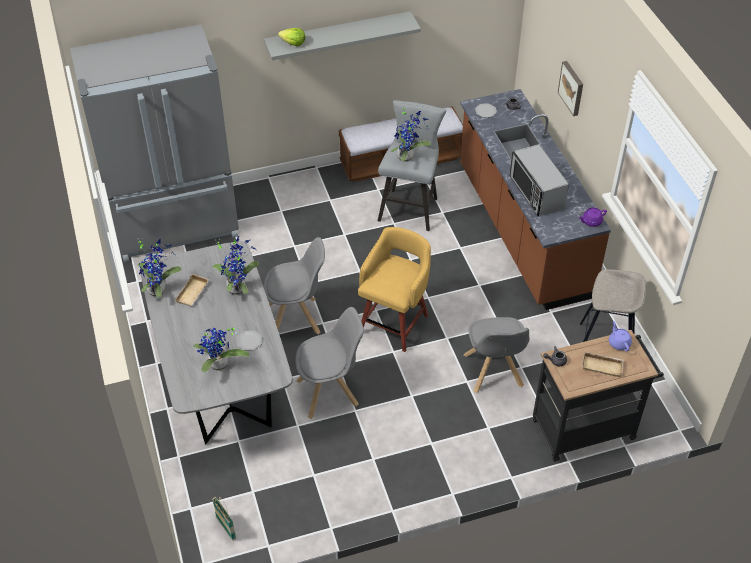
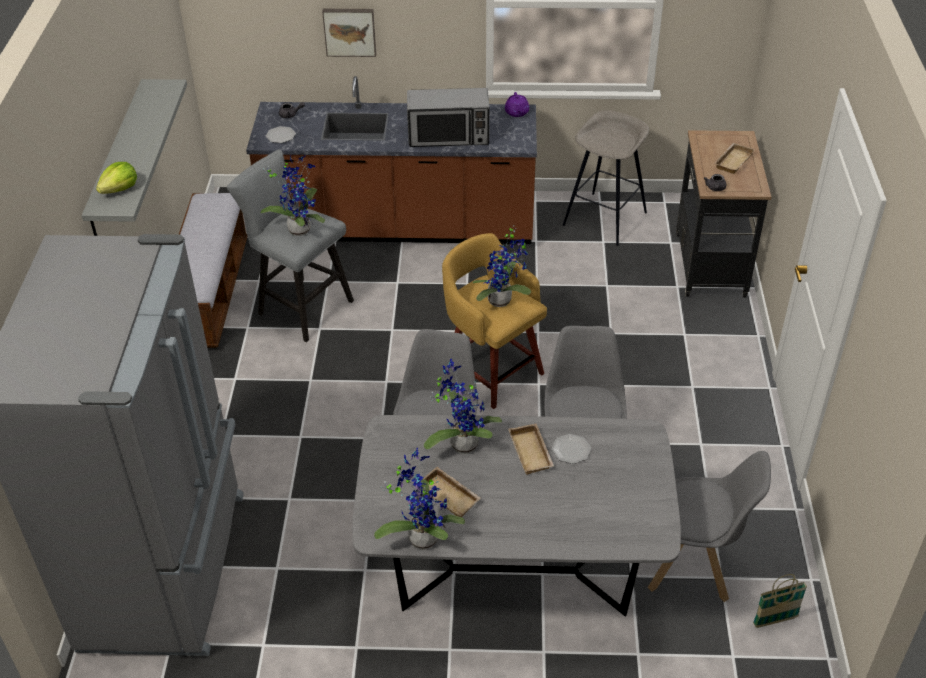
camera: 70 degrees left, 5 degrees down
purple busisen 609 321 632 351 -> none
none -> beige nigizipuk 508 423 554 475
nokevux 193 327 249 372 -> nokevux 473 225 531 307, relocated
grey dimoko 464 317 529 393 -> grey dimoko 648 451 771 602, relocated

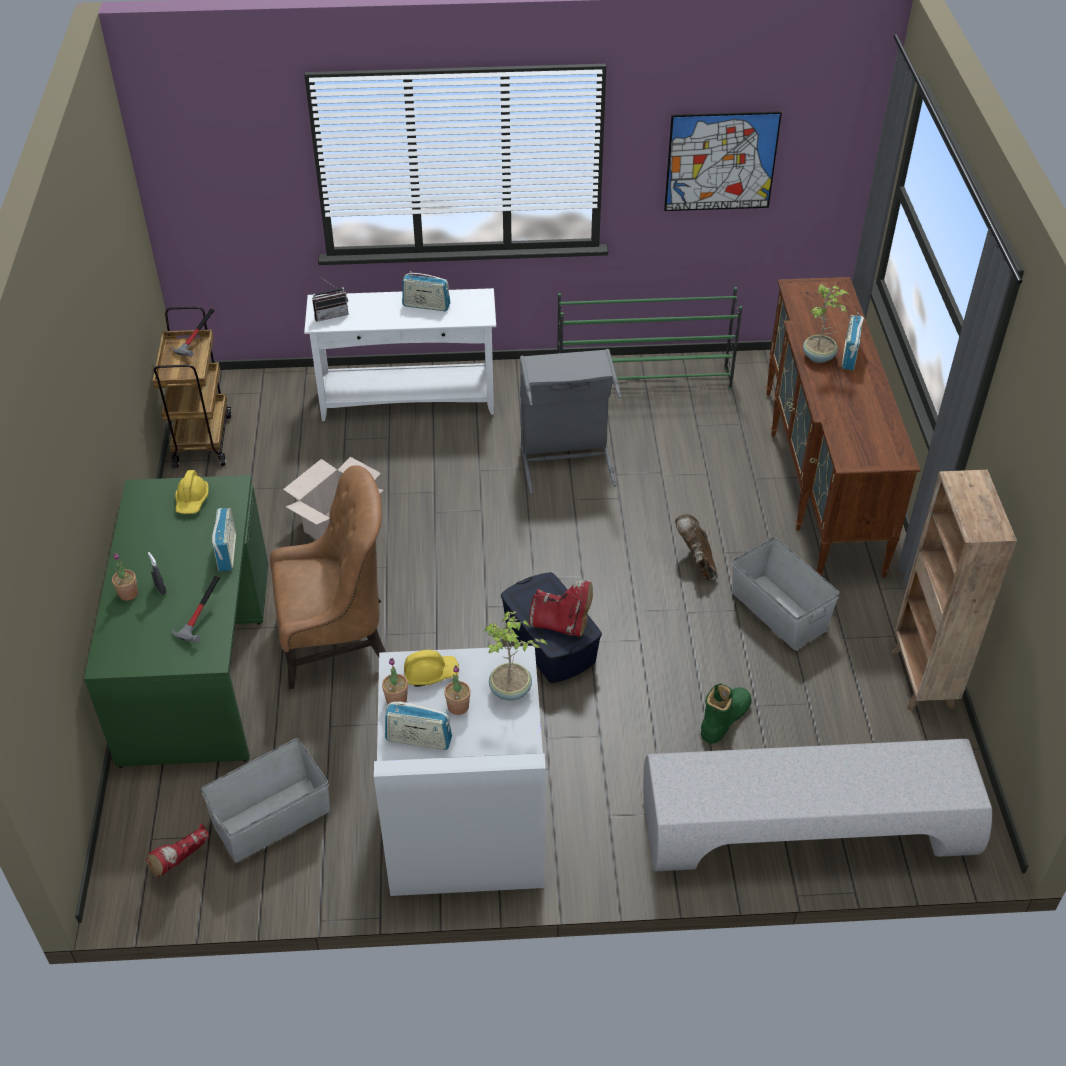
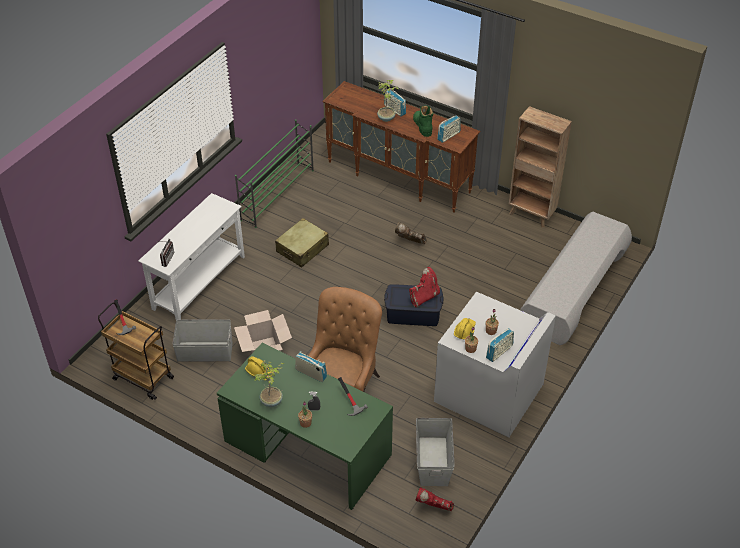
camera: 55 degrees left, 0 degrees up
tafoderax 664 111 782 211 -> none
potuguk 402 271 450 311 -> potuguk 437 116 461 143, relocated
nokevux 484 611 548 701 -> nokevux 255 360 284 407, relocated
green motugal 701 683 752 744 -> green motugal 413 106 433 137, relocated
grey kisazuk 732 537 840 650 -> grey kisazuk 172 319 233 362, relocated
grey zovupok 520 349 621 494 -> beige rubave 275 218 329 268
red motugal 145 824 209 877 -> red motugal 416 487 454 511, 120 degrees clockwise

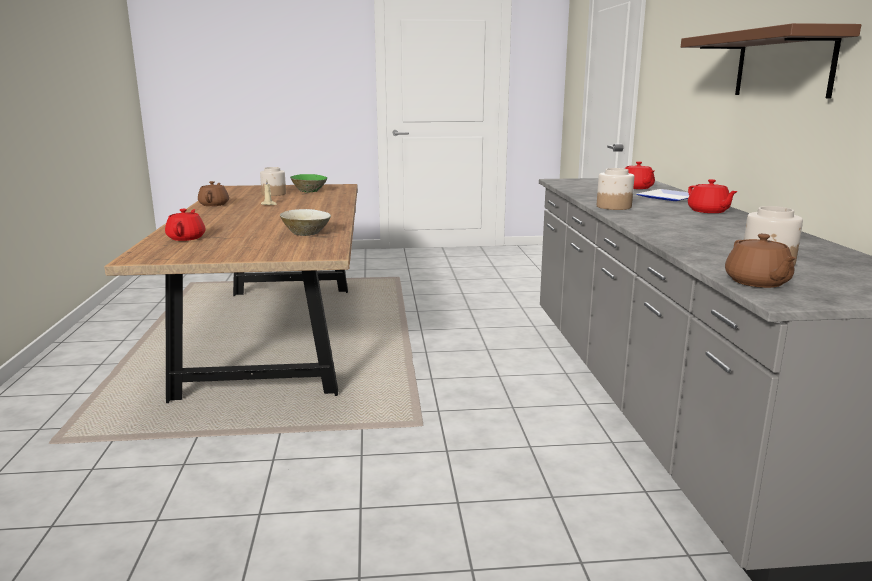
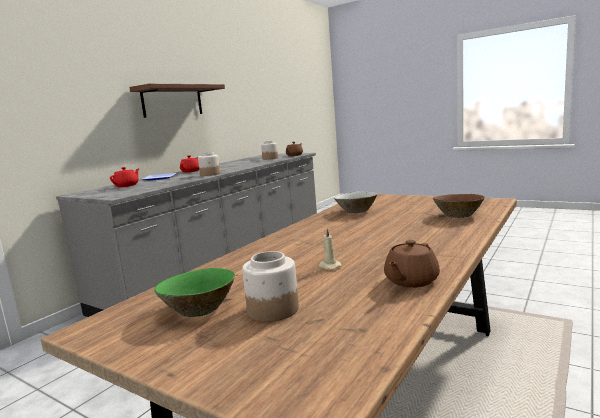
camera: 140 degrees left, 5 degrees down
red busisen 165 209 206 241 -> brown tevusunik 433 194 485 218

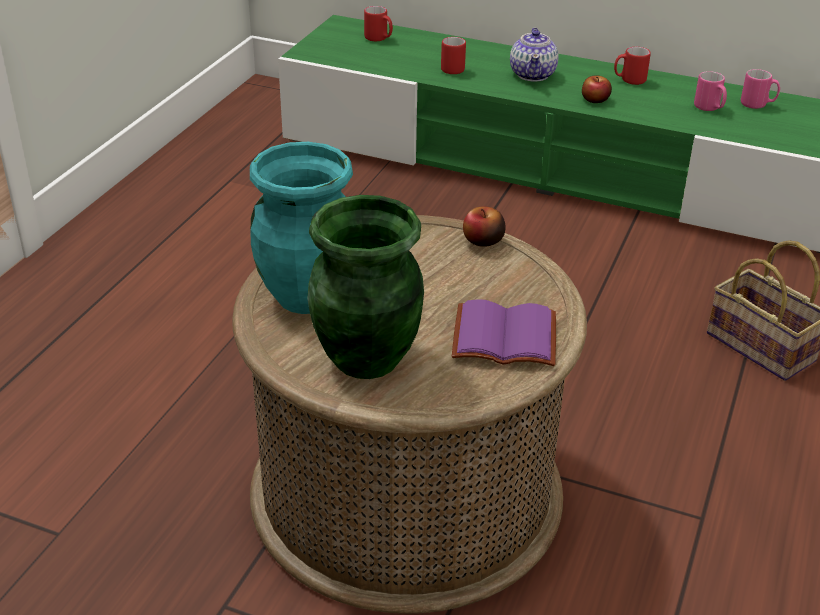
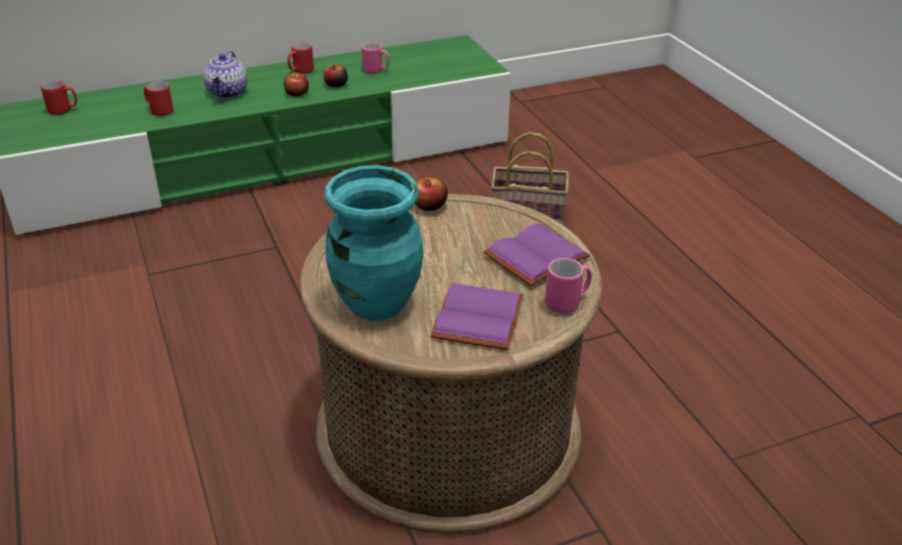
camera: 45 degrees left, 0 degrees up
none -> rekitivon 323 65 348 87
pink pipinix 741 69 780 109 -> pink pipinix 545 258 592 313, relocated
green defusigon 307 195 424 379 -> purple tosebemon 431 283 524 350
busisen 510 27 559 81 -> busisen 203 51 247 99, 45 degrees clockwise

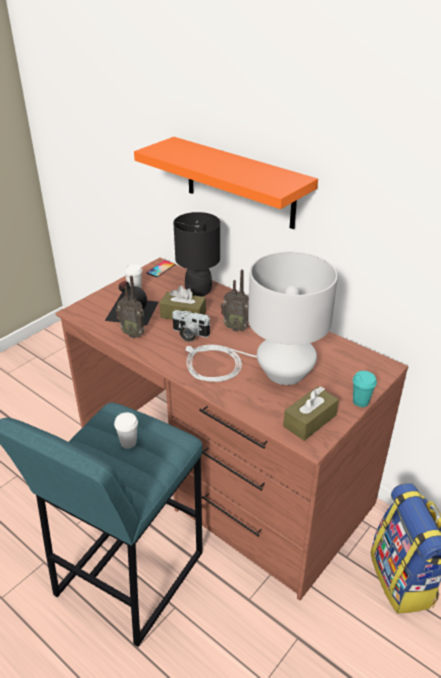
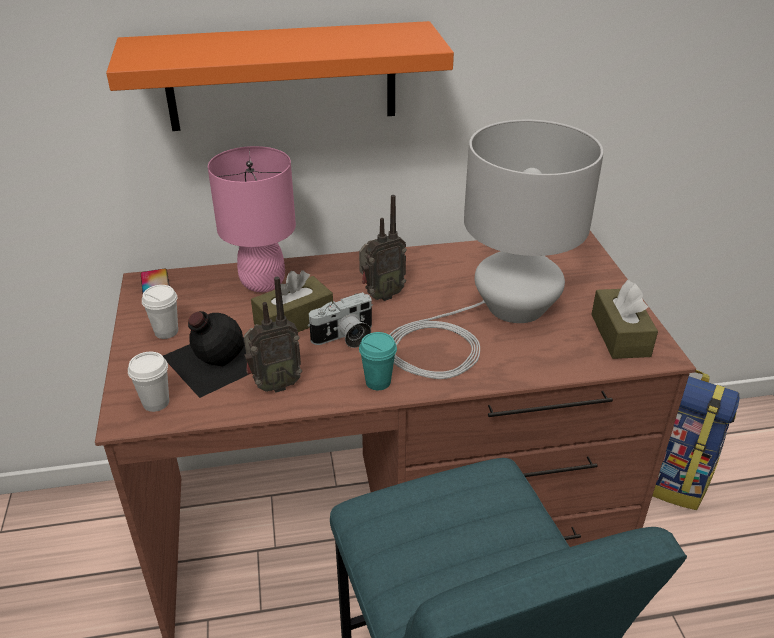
camera: 50 degrees left, 0 degrees up
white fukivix 114 412 138 449 -> white fukivix 128 352 169 412, relocated
turquoise fukivix 353 371 377 407 -> turquoise fukivix 359 332 397 390, relocated
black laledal 173 212 220 297 -> pink laledal 208 146 296 293

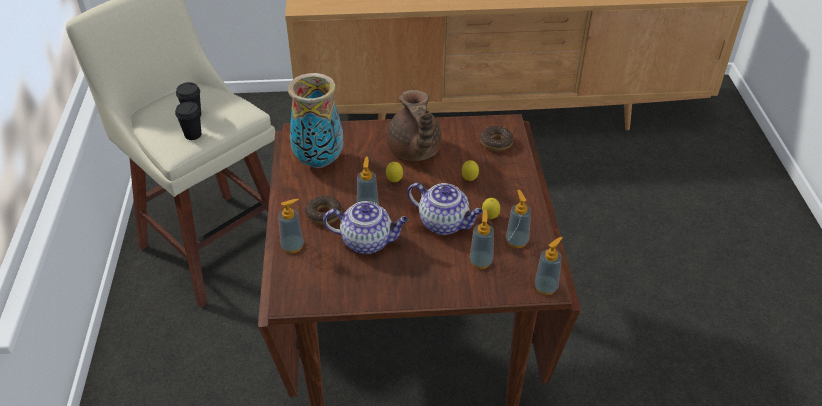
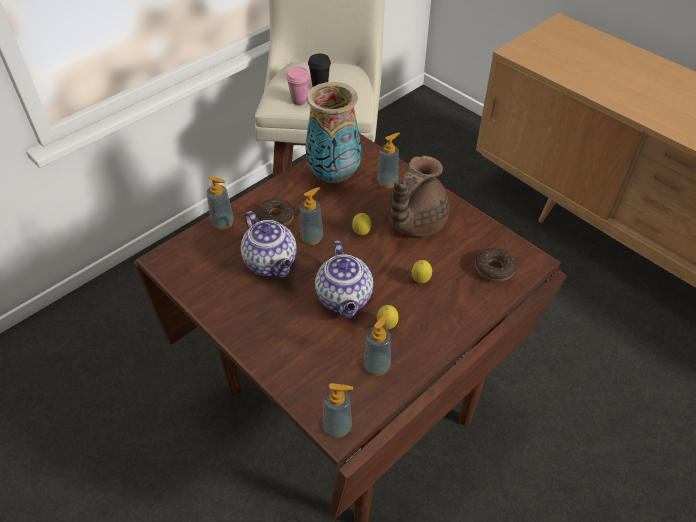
camera: 50 degrees right, 5 degrees up
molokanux 469 209 494 269 -> molokanux 377 133 400 188, relocated
black fukivix 175 101 201 140 -> pink fukivix 286 67 310 105

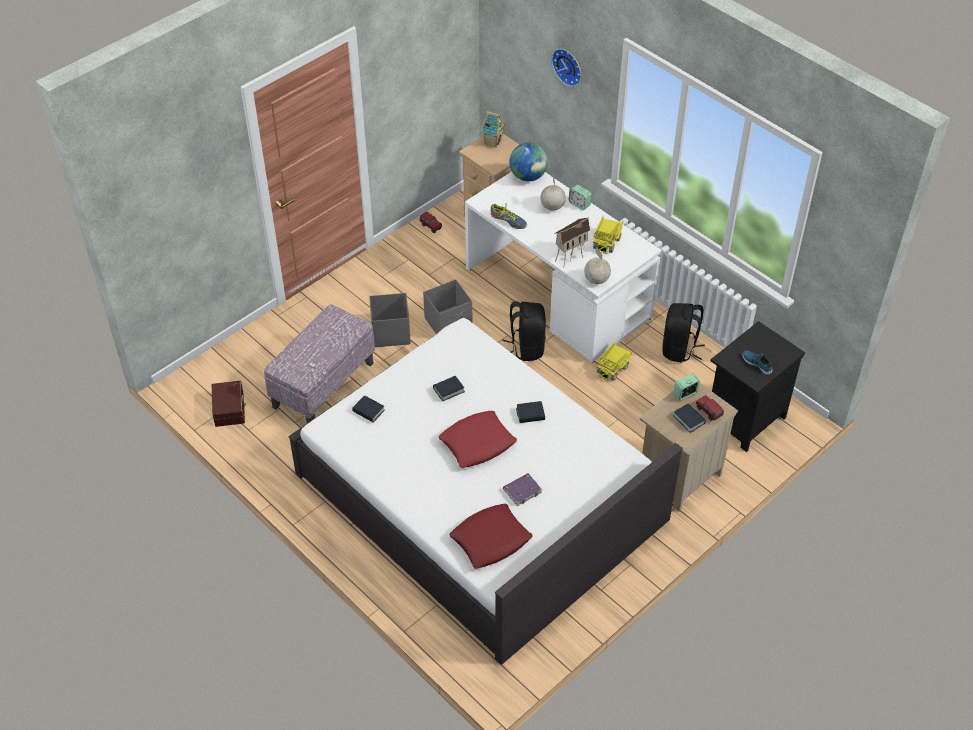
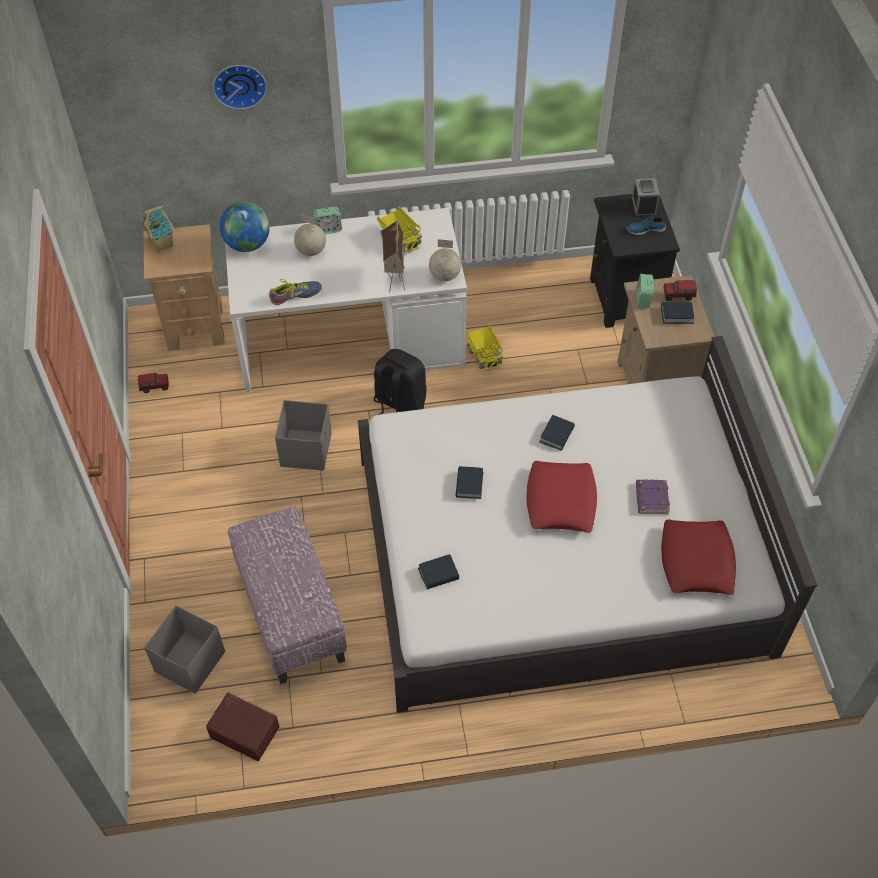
camera: 55 degrees left, 5 degrees up
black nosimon 662 303 705 363 -> none
none -> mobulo 631 178 660 217
grey kisazuk 369 293 411 347 -> grey kisazuk 144 605 225 694, relocated

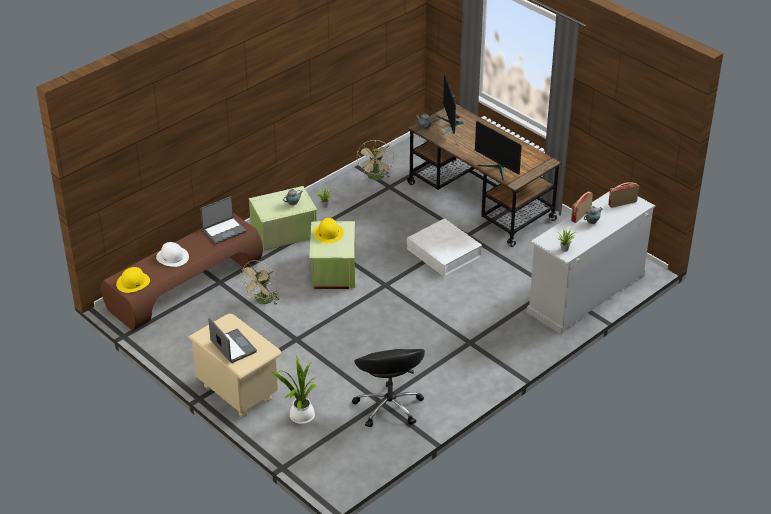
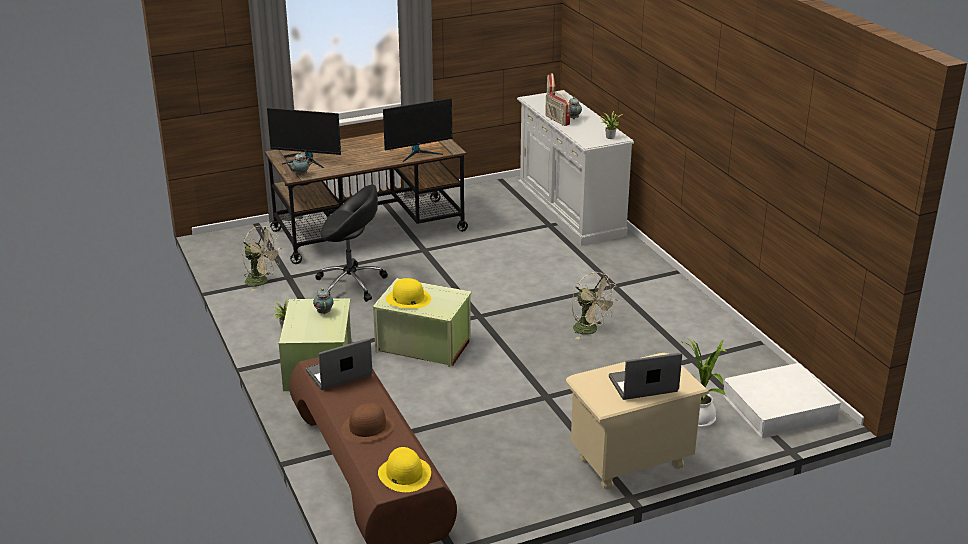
camera: 70 degrees left, 10 degrees down
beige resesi 239 260 280 305 -> beige resesi 572 272 618 340, relocated
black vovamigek 352 349 425 427 -> black vovamigek 315 184 388 302, relocated
white kisazuk 407 218 482 276 -> white kisazuk 723 363 841 439, relocated
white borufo 156 242 189 267 -> brown borufo 341 403 394 443
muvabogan 200 196 246 244 -> muvabogan 306 338 372 390, 105 degrees counterclockwise

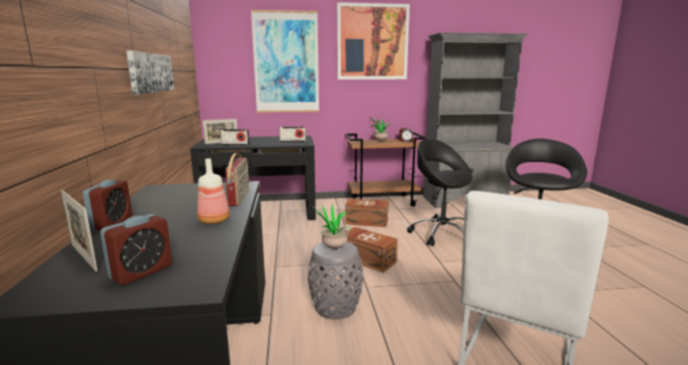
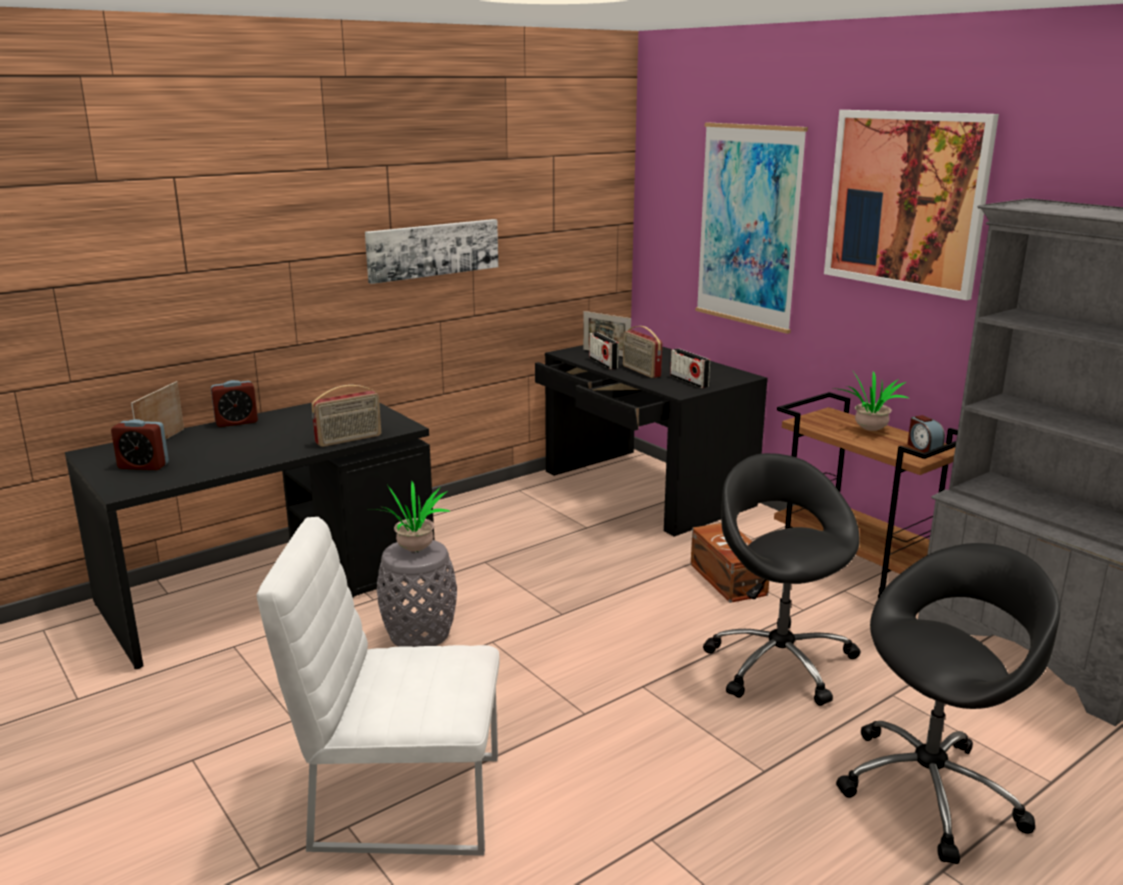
camera: 60 degrees right, 5 degrees up
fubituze 197 158 230 224 -> none
brown kisazuk 347 227 398 273 -> none
none -> potuguk 623 326 662 378
black vovamigek 407 138 473 246 -> black vovamigek 703 453 861 706, 45 degrees counterclockwise

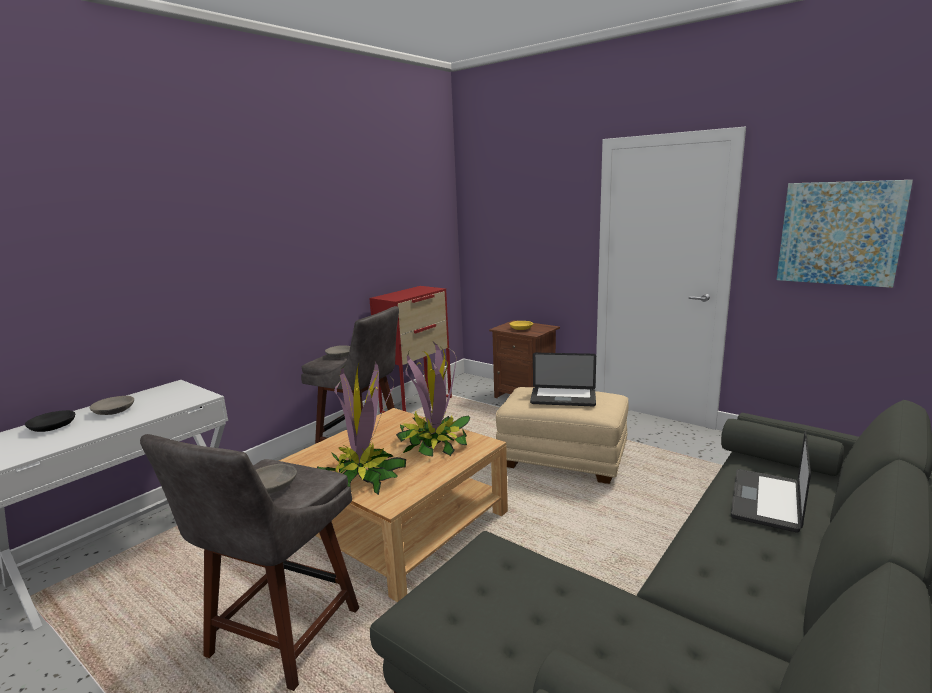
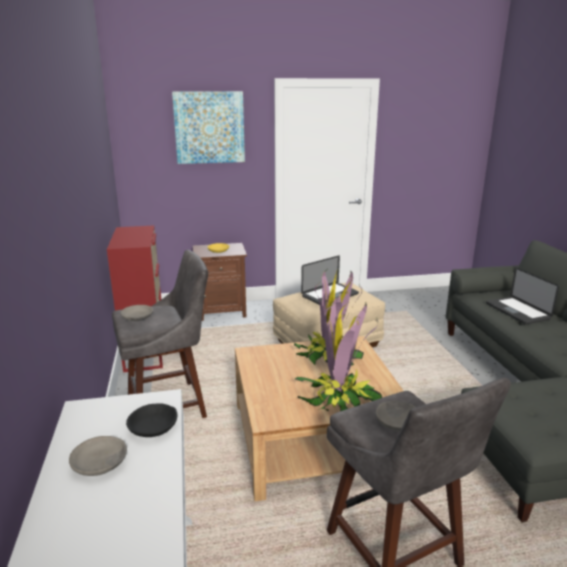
camera: 50 degrees left, 5 degrees up
black tevusunik 25 410 75 432 -> black tevusunik 126 403 178 437, relocated
tafoderax 777 180 913 288 -> tafoderax 172 91 245 164, relocated

